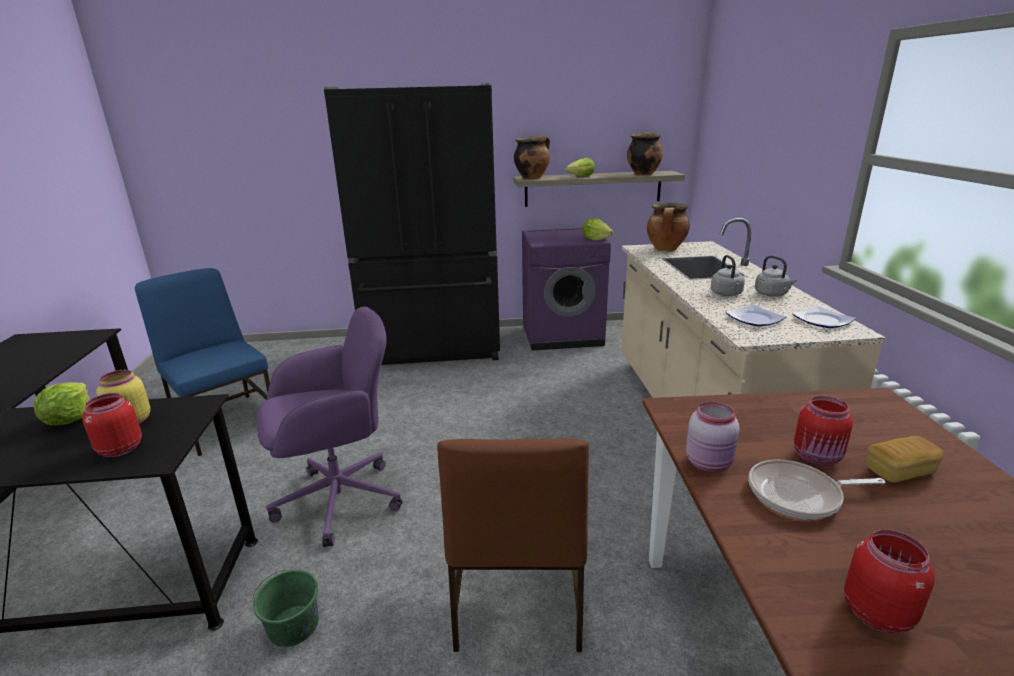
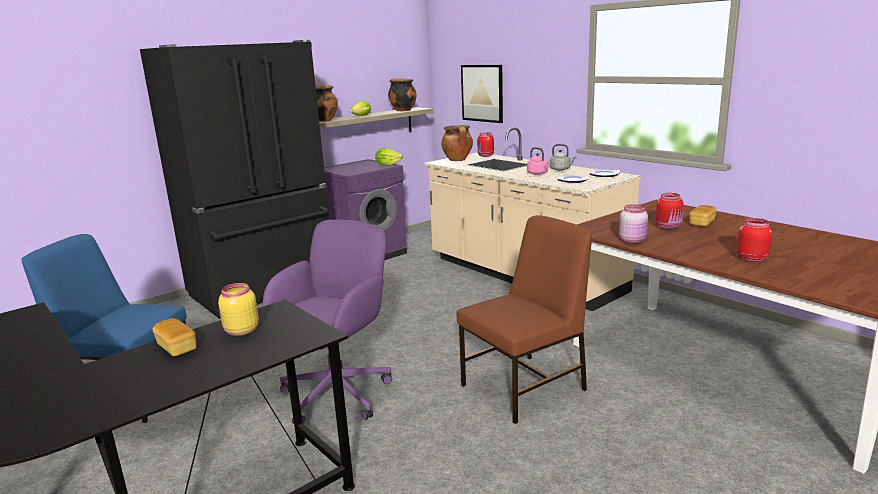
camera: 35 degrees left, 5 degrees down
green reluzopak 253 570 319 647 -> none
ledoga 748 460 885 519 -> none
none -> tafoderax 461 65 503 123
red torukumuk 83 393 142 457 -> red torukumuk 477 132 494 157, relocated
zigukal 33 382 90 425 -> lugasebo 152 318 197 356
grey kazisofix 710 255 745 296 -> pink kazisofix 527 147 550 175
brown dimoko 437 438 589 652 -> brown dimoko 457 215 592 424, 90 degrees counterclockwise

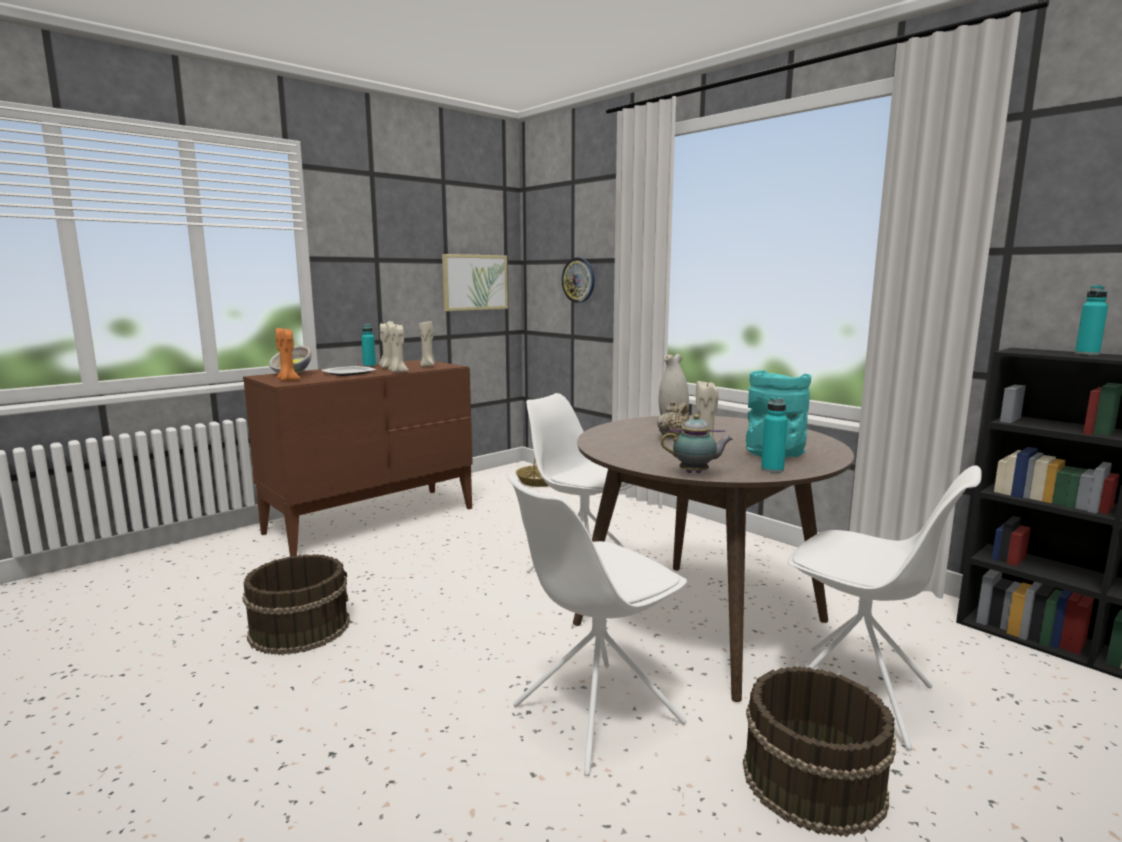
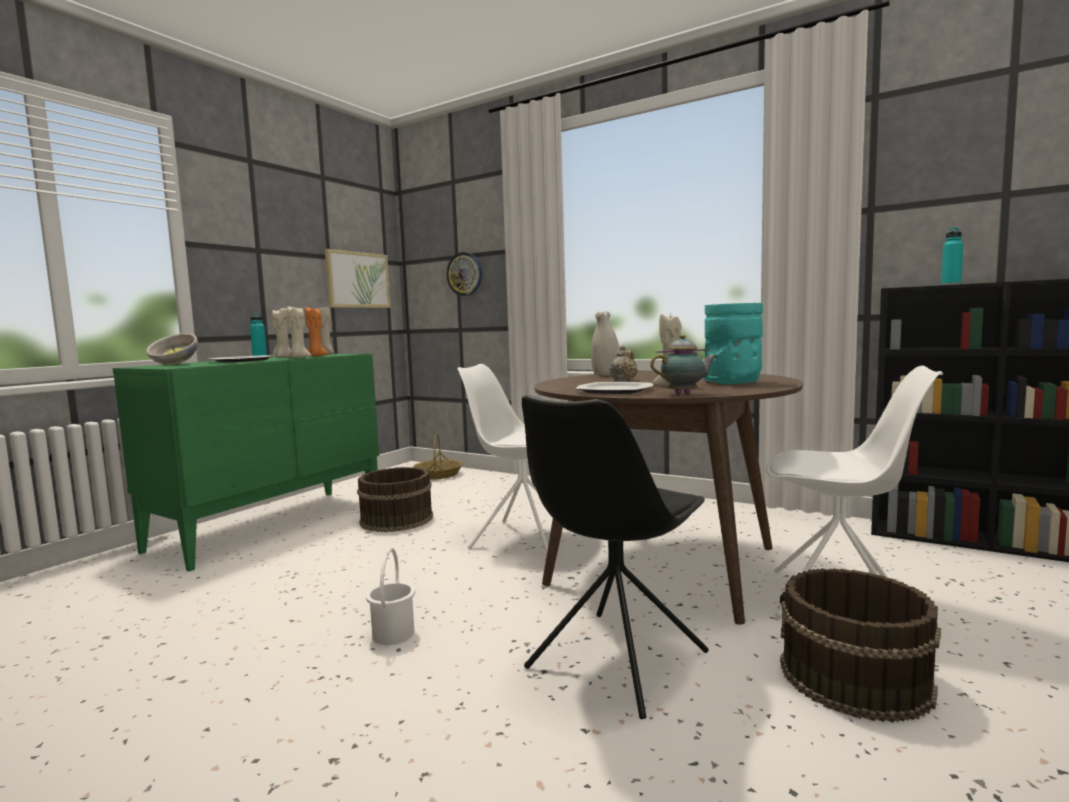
camera: 15 degrees left, 5 degrees down
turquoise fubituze 761 396 788 473 -> none
none -> white reluzopak 366 548 415 645
none -> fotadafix 576 382 653 394
brown reluzopak 242 554 350 655 -> brown reluzopak 357 467 433 532, relocated
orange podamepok 276 328 300 381 -> orange podamepok 305 307 329 356, relocated
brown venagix 243 360 473 556 -> green venagix 113 354 379 572
white dimoko 507 475 687 776 -> black dimoko 522 395 709 719

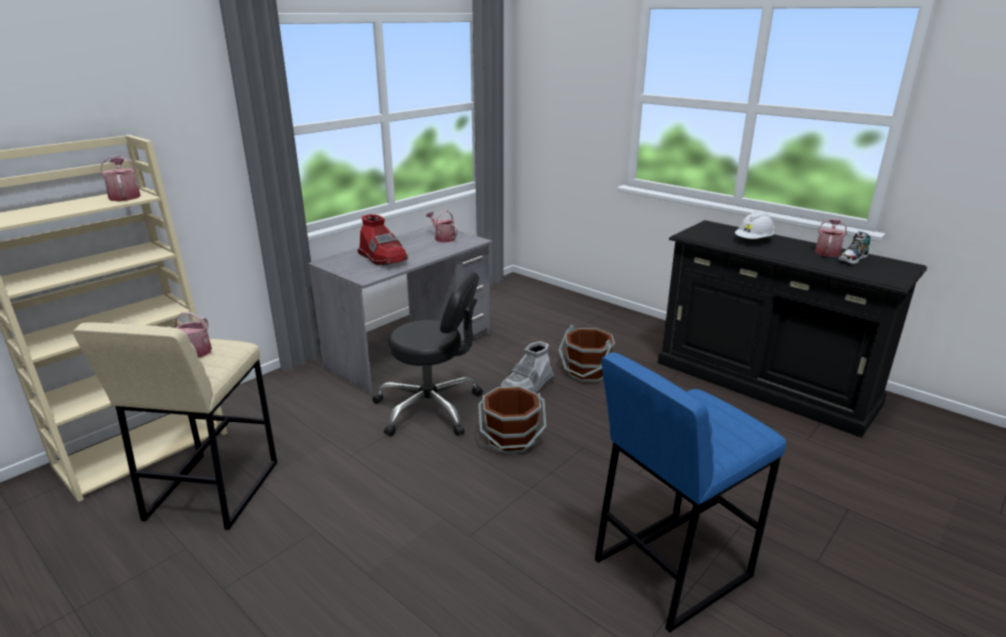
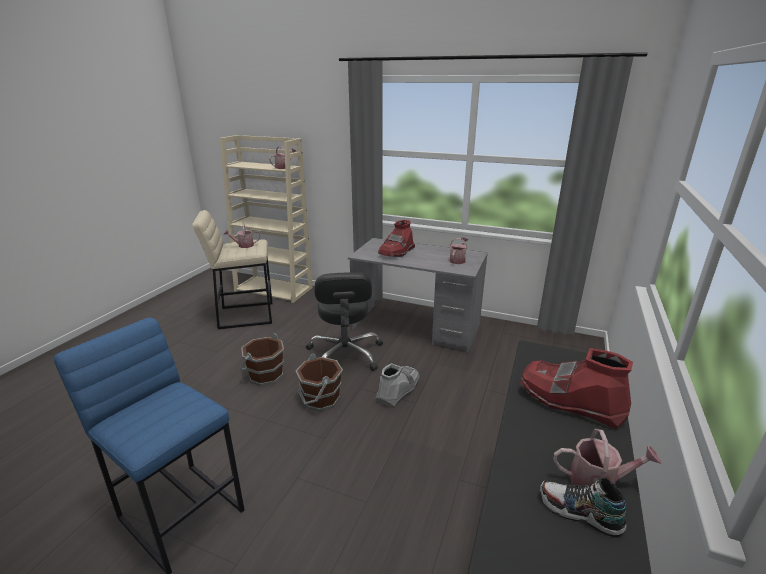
camera: 70 degrees right, 0 degrees up
brown reluzopak 558 325 615 382 -> brown reluzopak 239 333 284 385, relocated
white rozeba 735 212 775 239 -> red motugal 519 348 633 429
grey motugal 500 341 555 393 -> grey motugal 375 363 420 408, 105 degrees clockwise

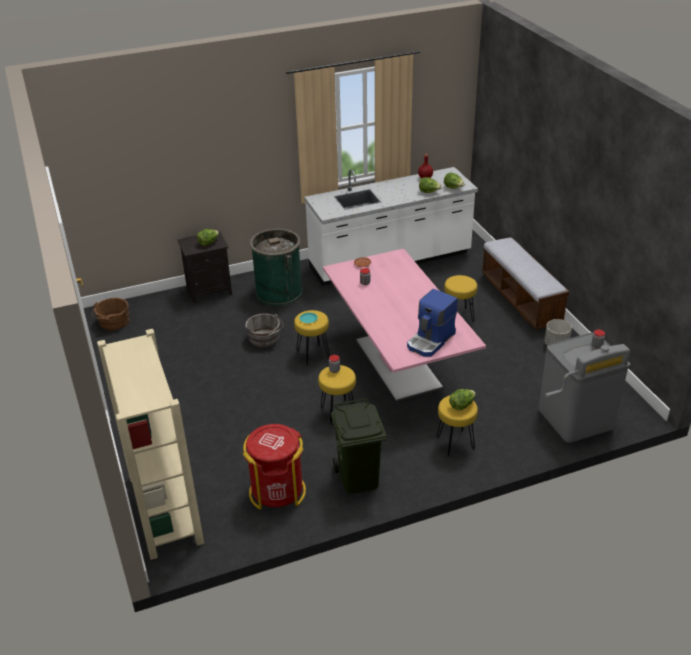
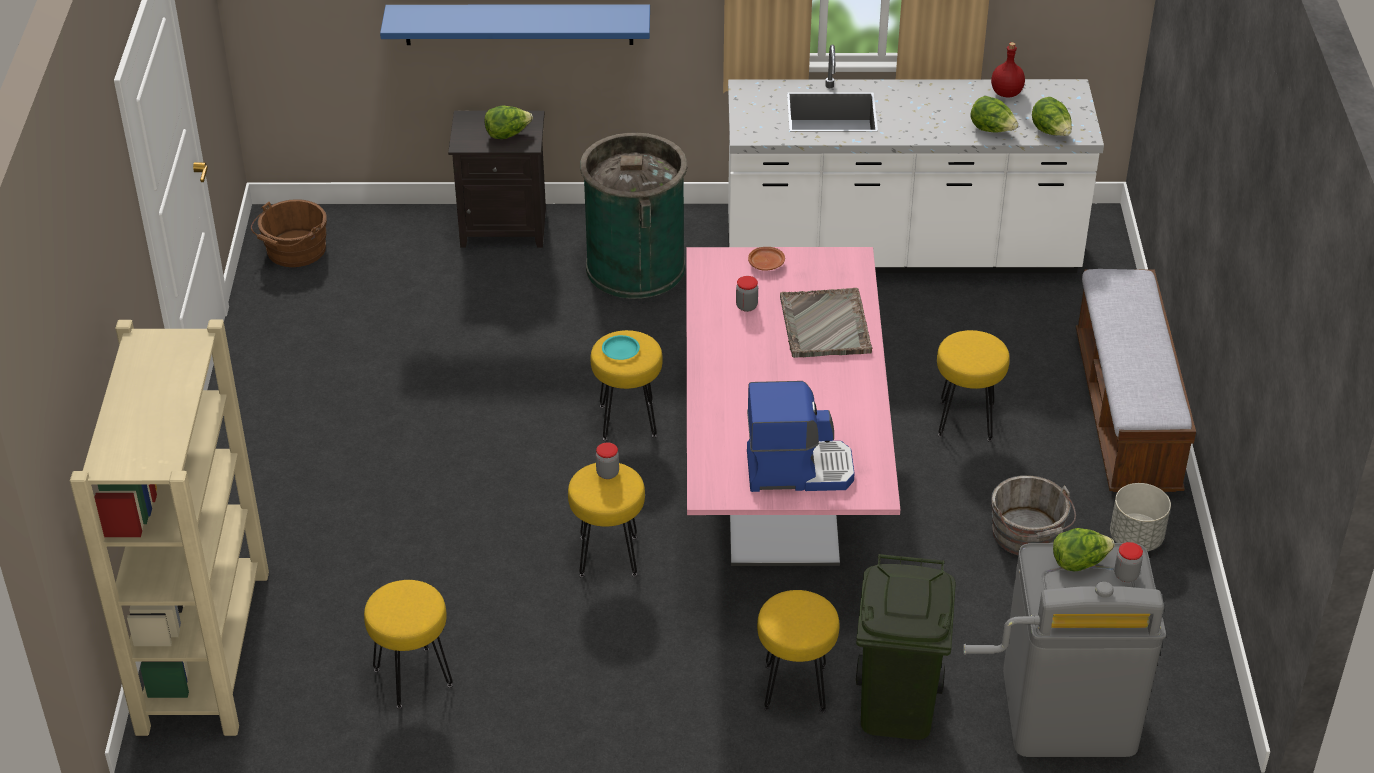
camera: 20 degrees right, 5 degrees up
none -> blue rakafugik 380 4 650 45
none -> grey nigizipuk 780 288 872 358
grey reluzopak 245 313 283 348 -> grey reluzopak 991 476 1076 555, relocated
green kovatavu 331 398 387 494 -> green kovatavu 856 554 956 740, relocated
zigukal 449 389 476 410 -> zigukal 1053 528 1115 571, relocated
red kovatavu 243 424 306 510 -> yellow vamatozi 364 580 453 709
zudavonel 407 289 458 357 -> zudavonel 747 381 855 492, 150 degrees counterclockwise

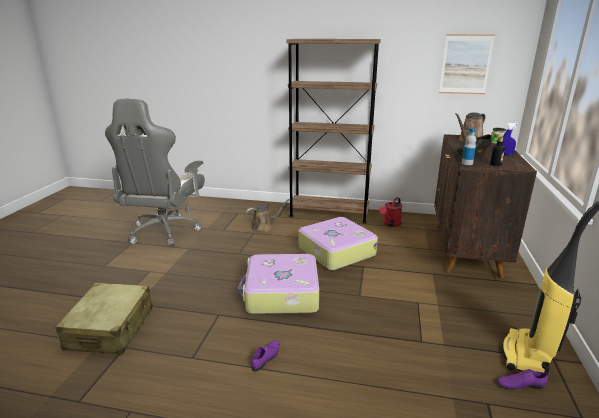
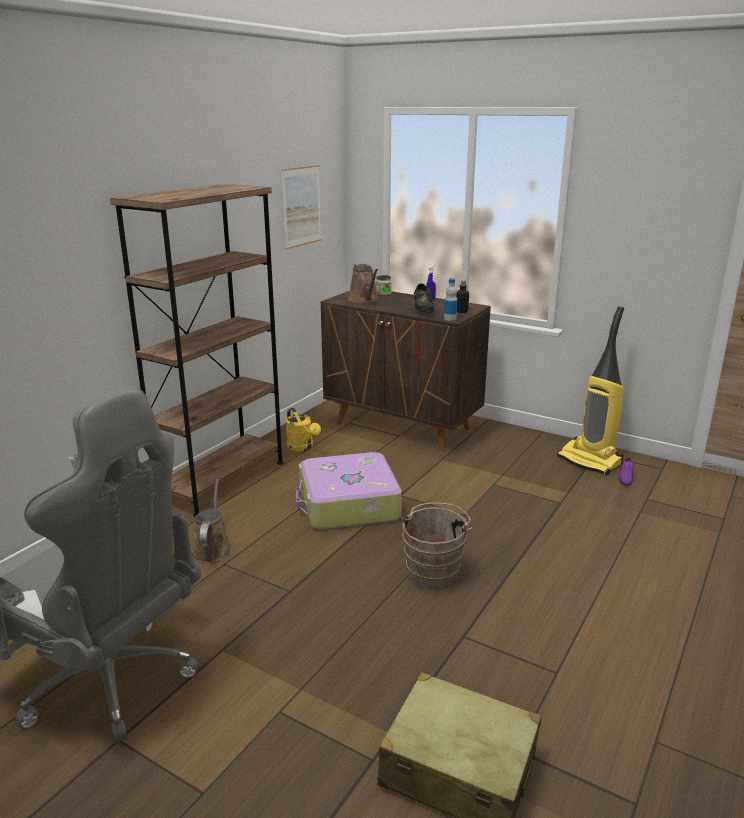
camera: 70 degrees left, 0 degrees up
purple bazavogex 251 340 280 372 -> none
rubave 238 254 319 314 -> brown reluzopak 402 503 472 589
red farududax 379 197 402 227 -> yellow farududax 286 408 321 451

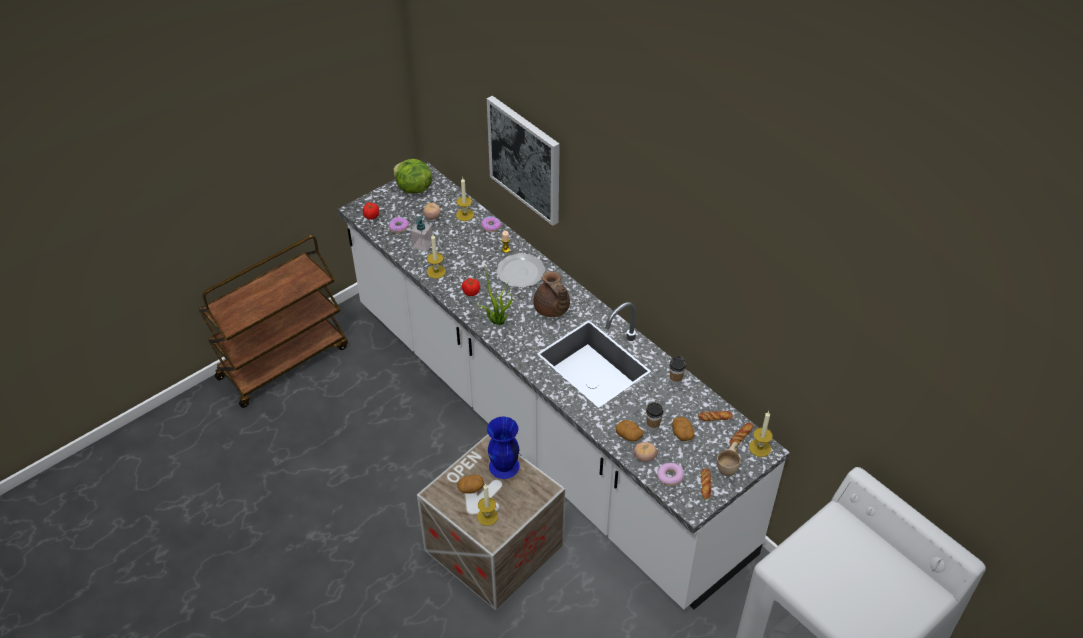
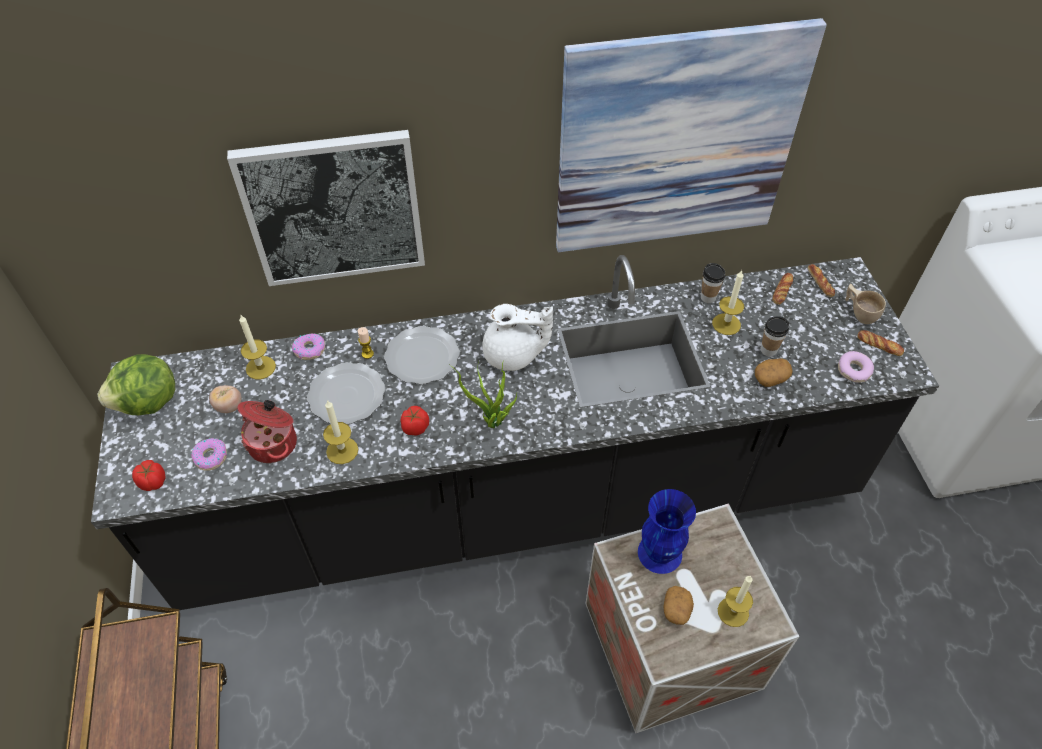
camera: 60 degrees left, 5 degrees up
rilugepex 634 442 657 462 -> none
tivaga 672 417 694 441 -> none
none -> fotadafix 307 362 385 424
none -> tafoderax 556 18 827 252
podamepok 749 411 773 457 -> podamepok 712 270 744 335, relocated
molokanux 410 216 433 252 -> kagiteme 237 400 297 463
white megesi 338 162 790 609 -> black megesi 91 255 939 610
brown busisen 533 271 570 317 -> white busisen 482 304 553 371

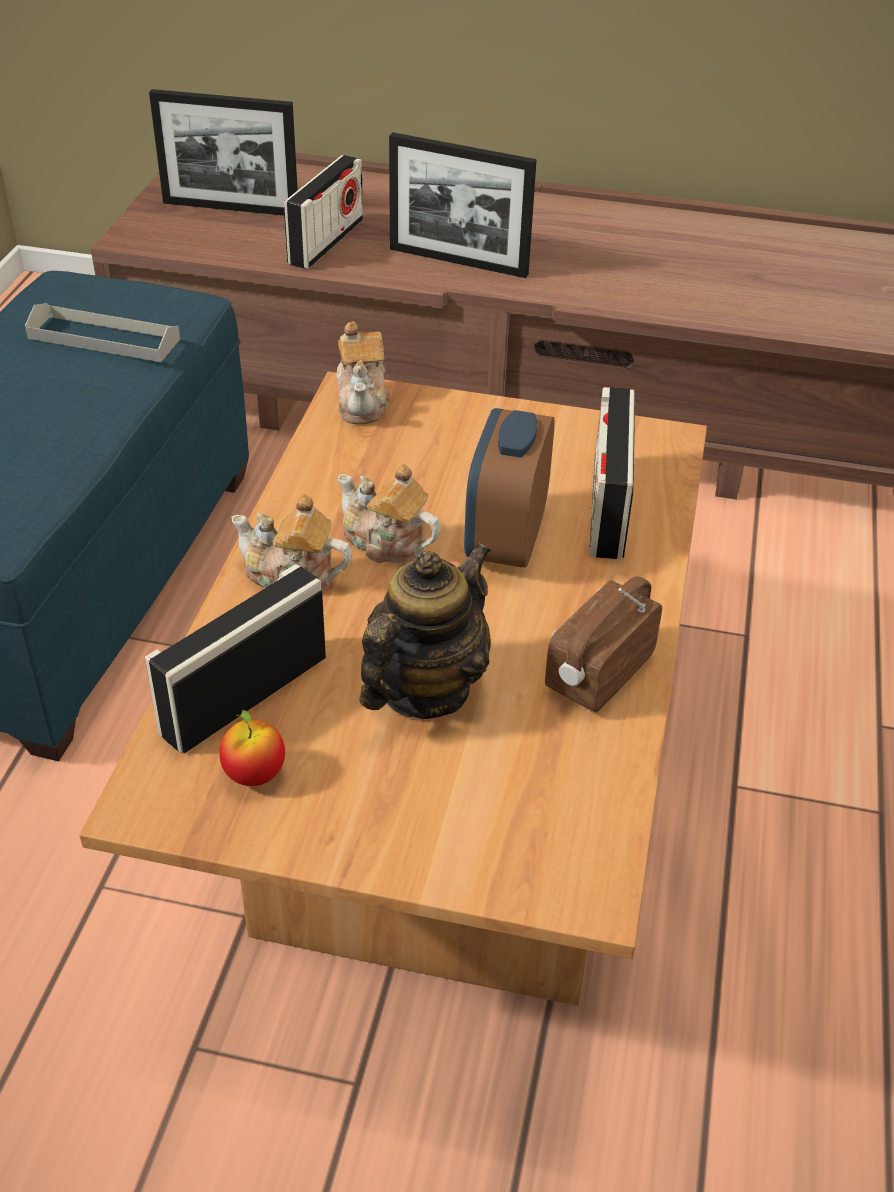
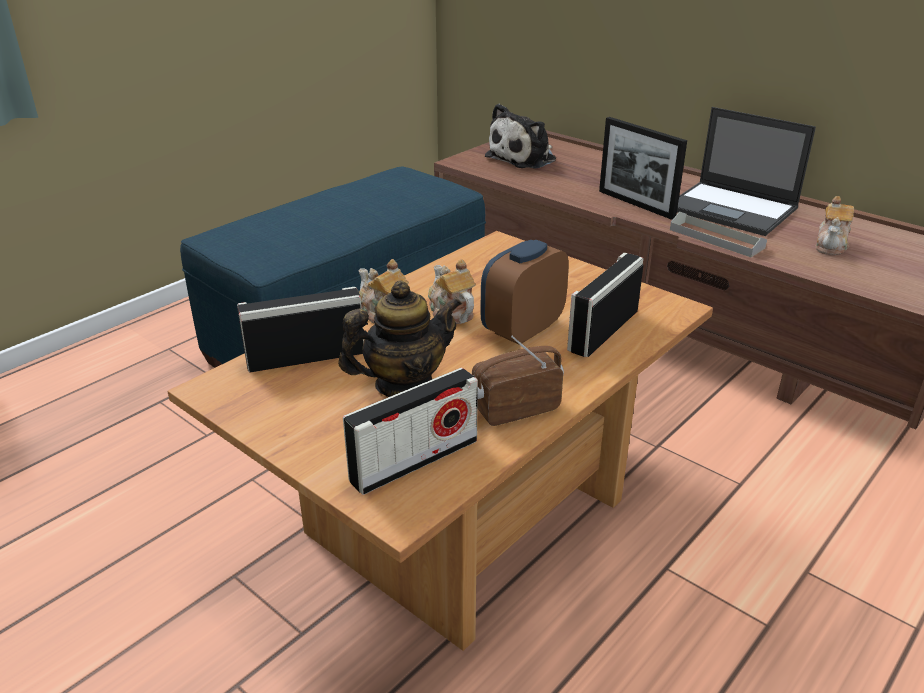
camera: 30 degrees right, 10 degrees down
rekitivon 219 710 285 786 -> none
none -> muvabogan 677 107 816 236
grey nigizipuk 25 303 180 362 -> grey nigizipuk 670 212 767 257, relocated
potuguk 284 155 363 269 -> potuguk 343 368 478 495, relocated
busisen 337 321 391 424 -> busisen 816 196 854 255, relocated
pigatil 149 89 298 215 -> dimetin 485 104 556 169

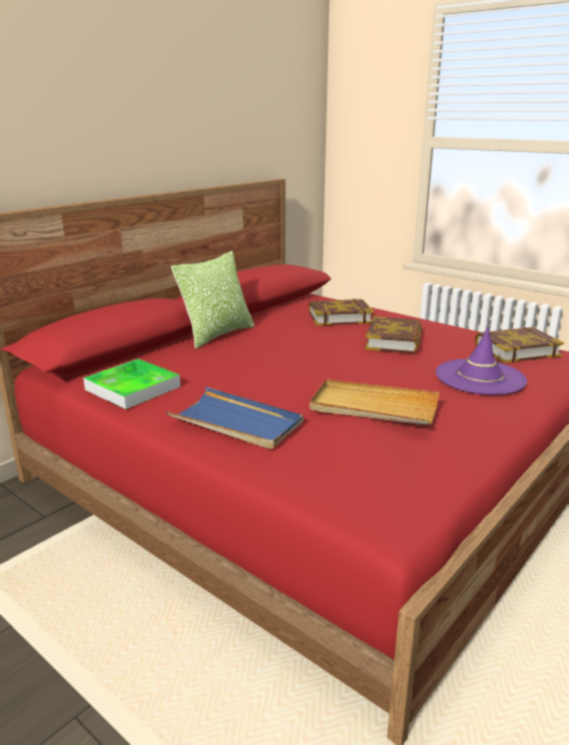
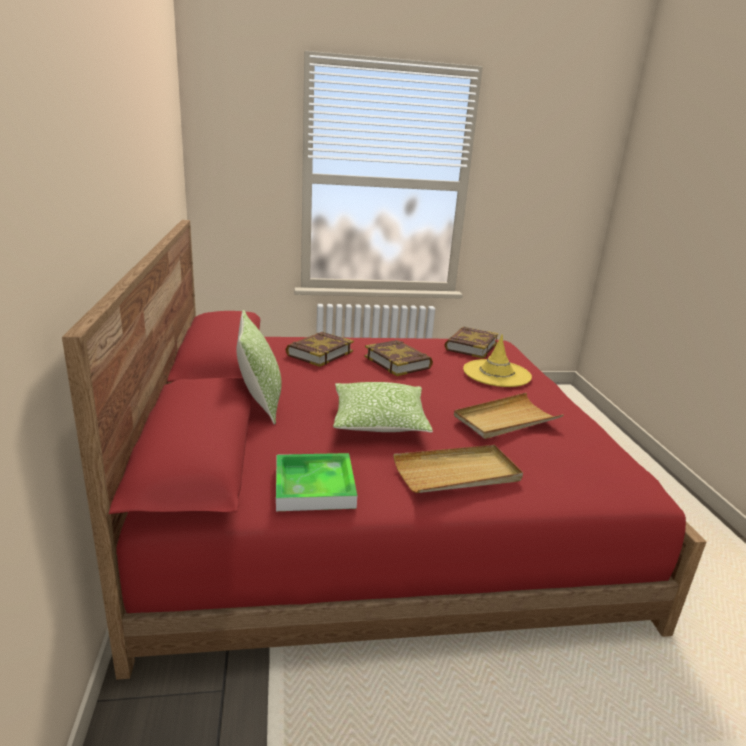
camera: 50 degrees left, 0 degrees up
none -> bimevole 333 382 433 433
blue nigizipuk 166 387 304 449 -> beige nigizipuk 393 445 523 493
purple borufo 436 326 527 395 -> yellow borufo 463 334 532 387

